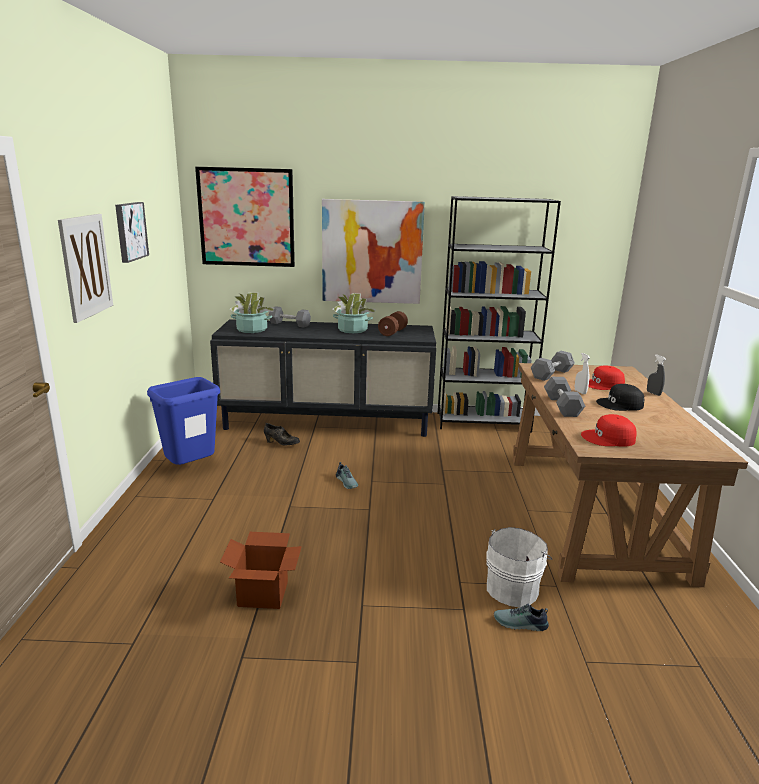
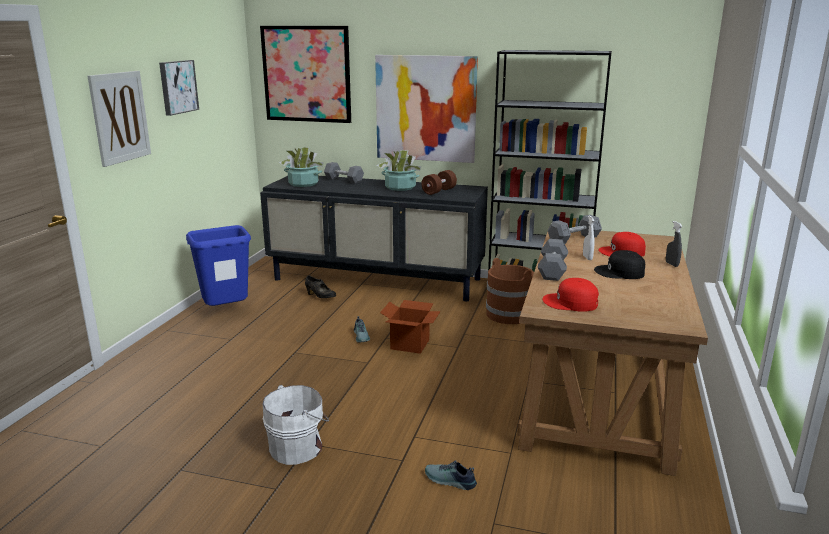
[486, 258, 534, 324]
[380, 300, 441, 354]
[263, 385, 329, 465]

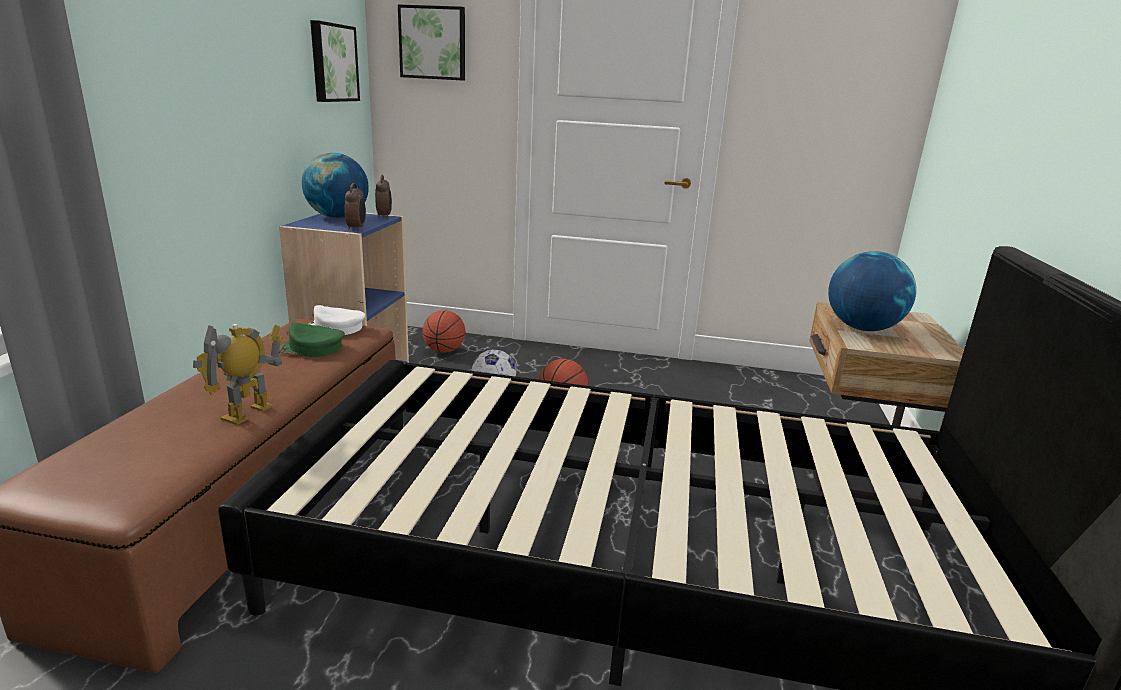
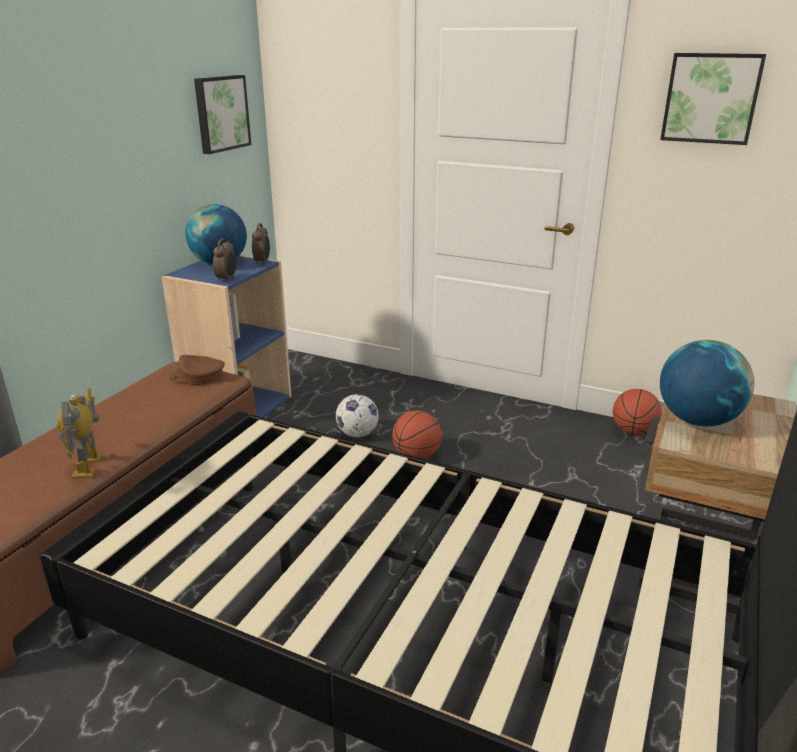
[279, 323, 345, 357] (first image)
[660, 53, 766, 145]
[613, 389, 662, 435]
[169, 355, 225, 385]
[57, 388, 102, 478]

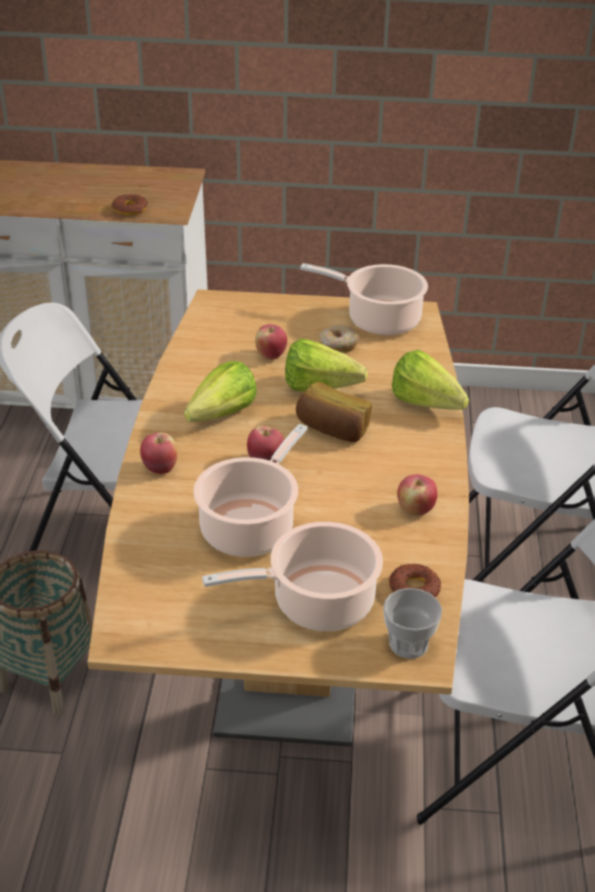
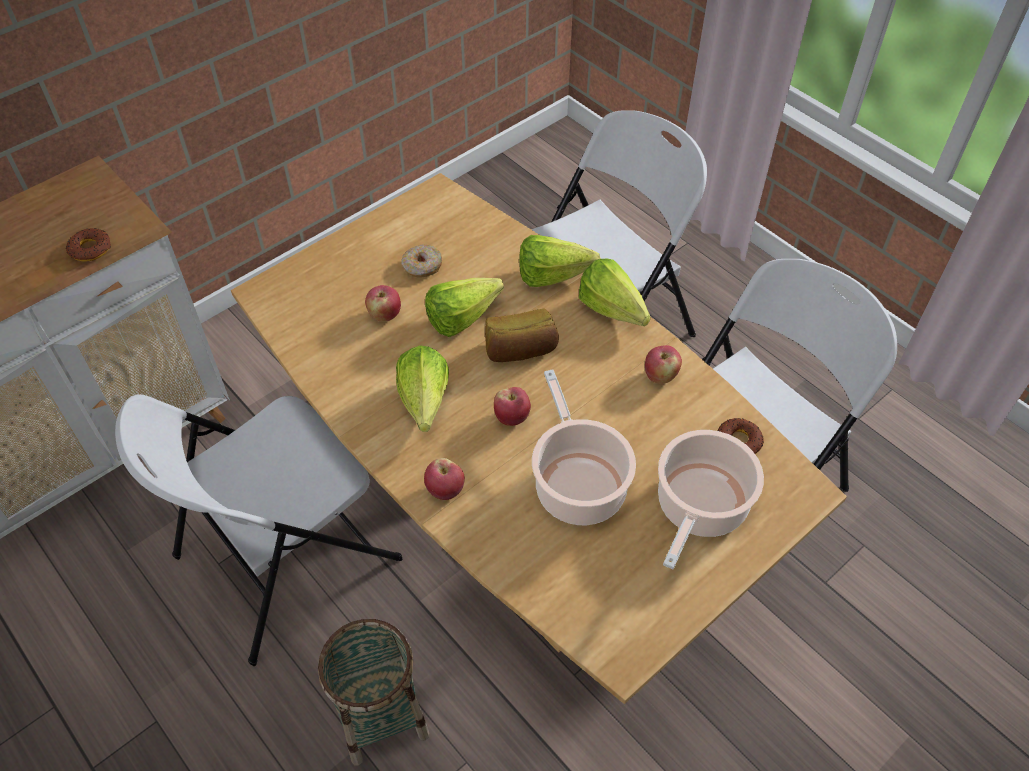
[300, 263, 428, 336] (first image)
[383, 588, 442, 659] (first image)
[579, 259, 650, 326]

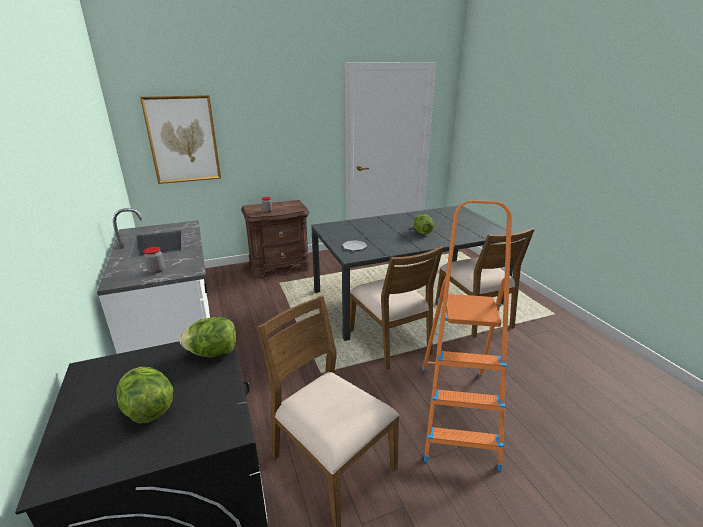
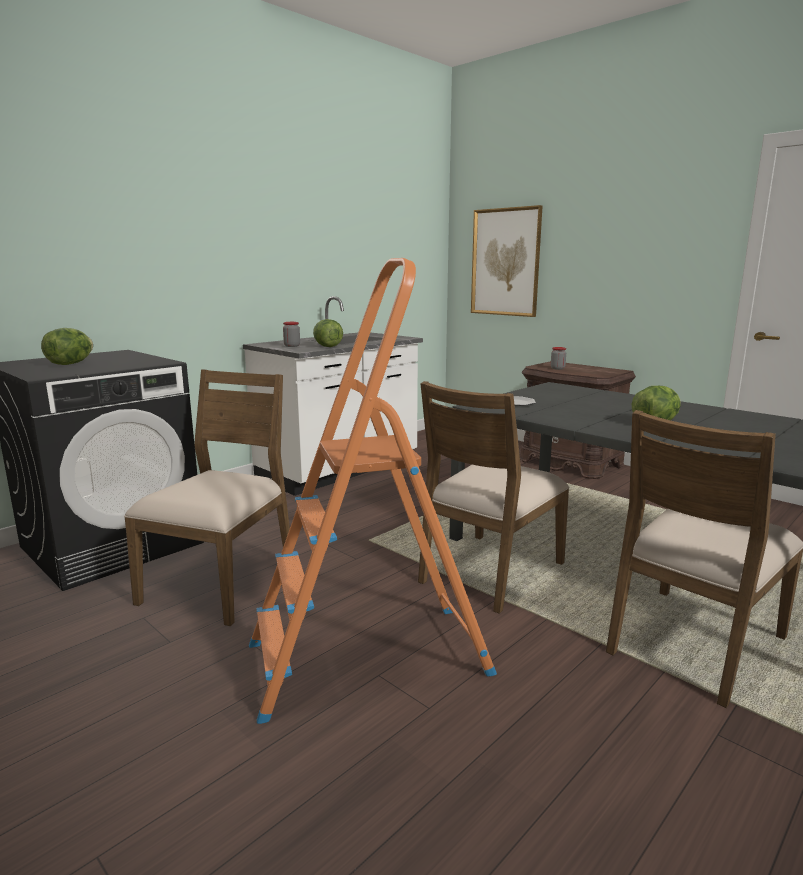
[313, 319, 343, 347]

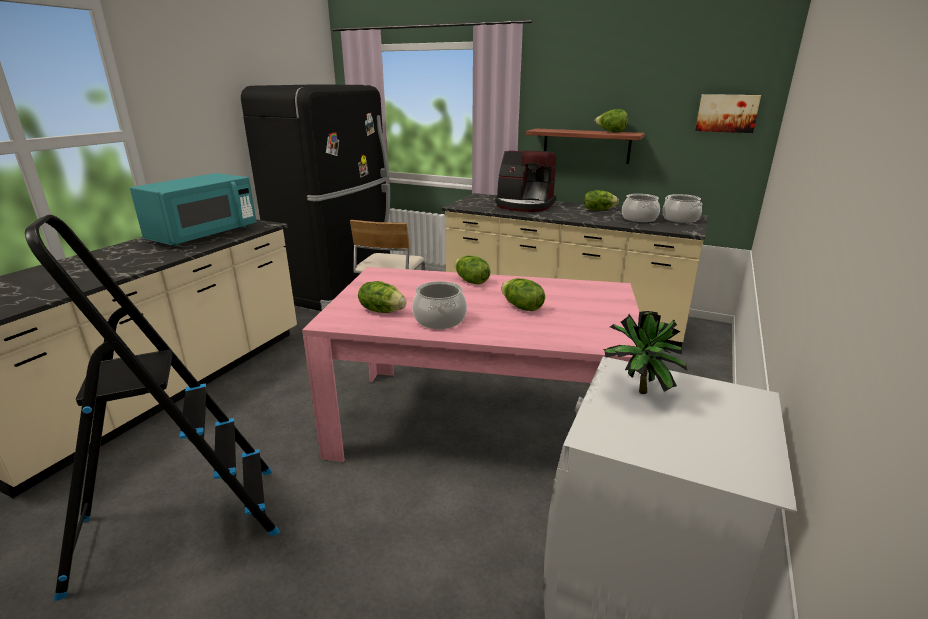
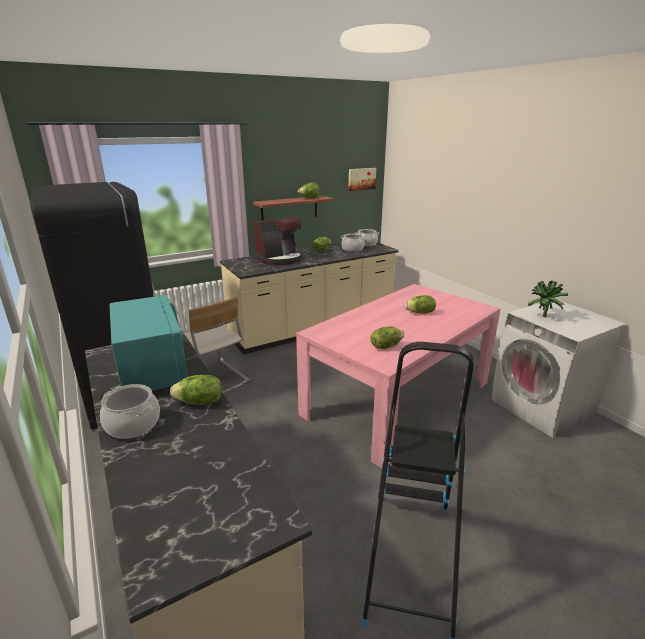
[100, 384, 160, 439]
[170, 375, 222, 405]

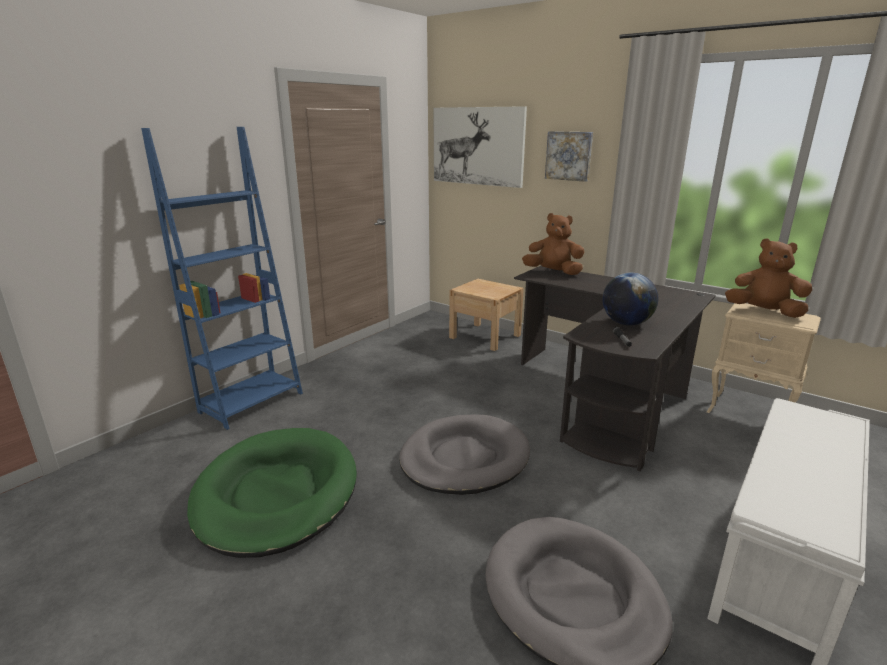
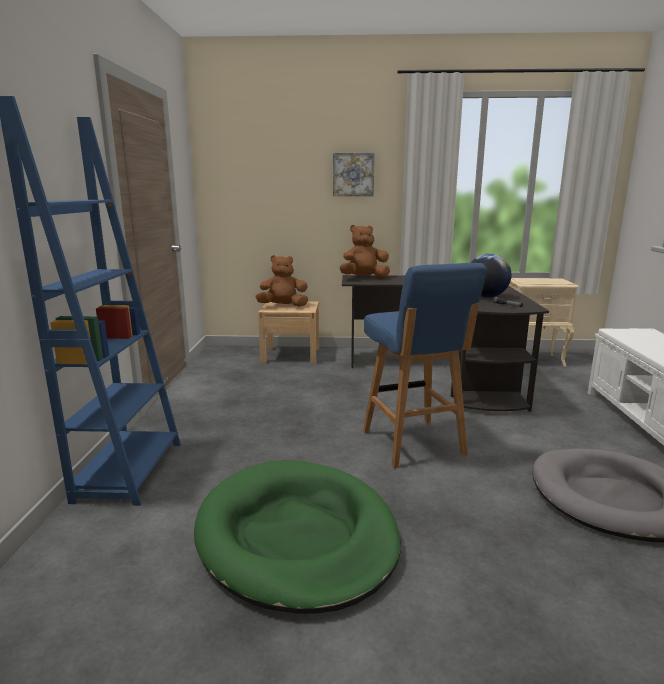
[433, 106, 527, 188] (first image)
[255, 255, 308, 307]
[363, 263, 487, 469]

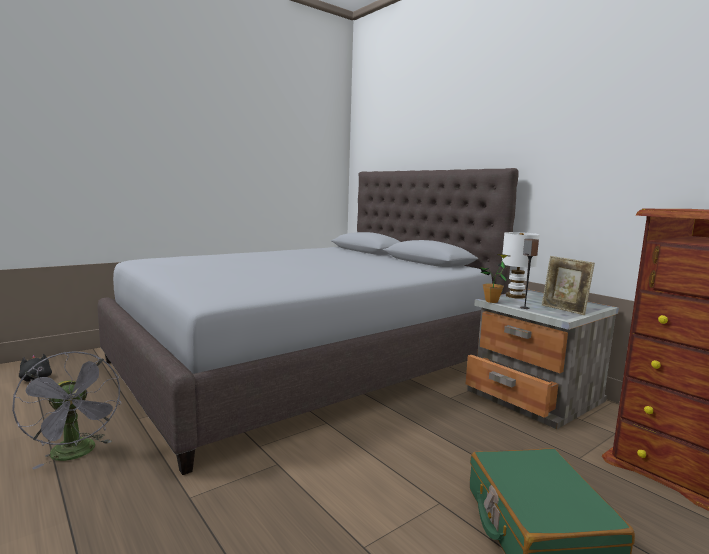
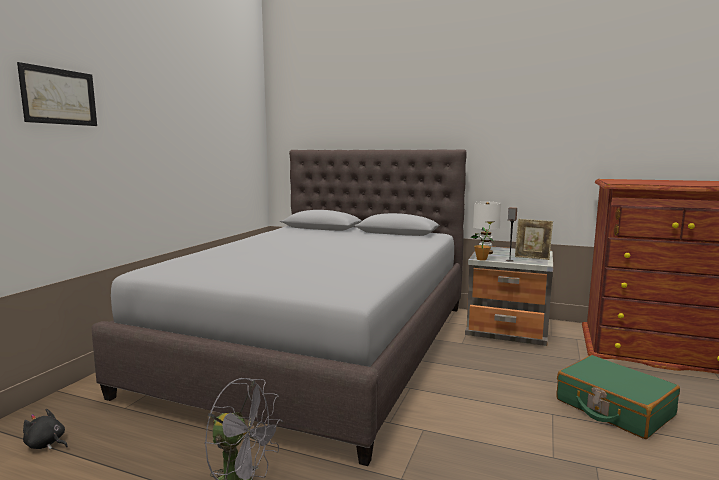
[17, 62, 97, 126]

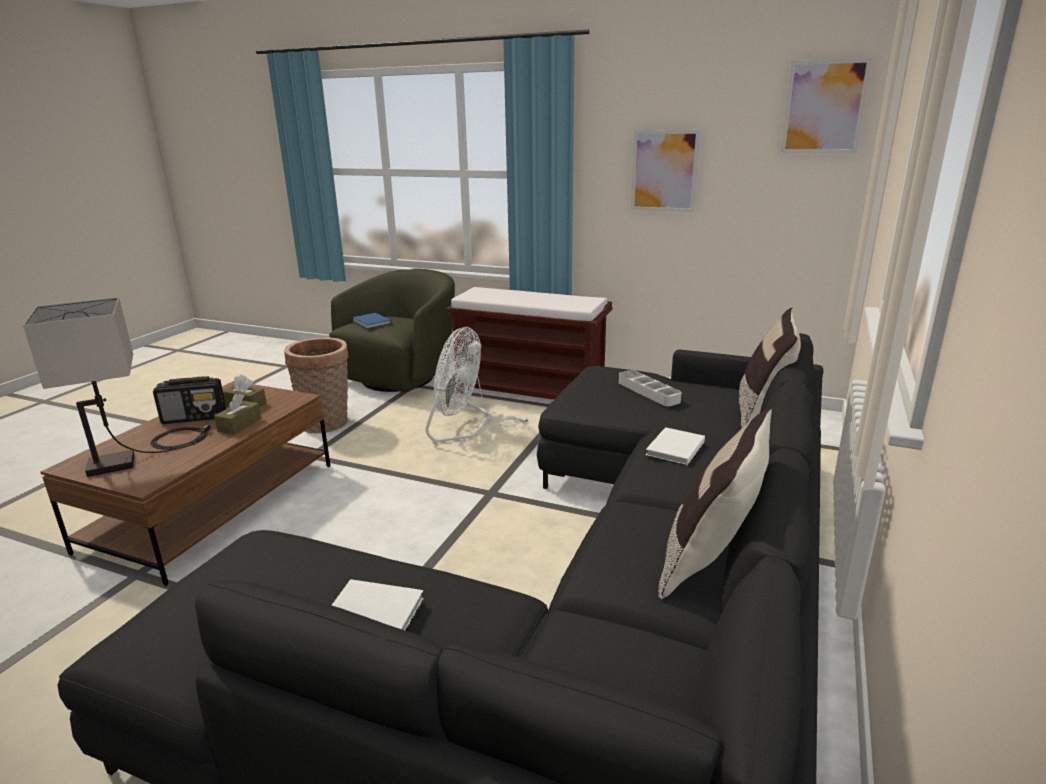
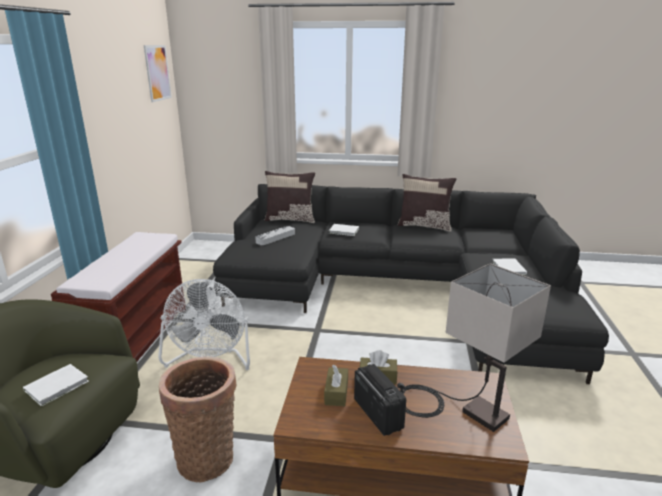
[631, 130, 700, 212] (first image)
[23, 364, 89, 407]

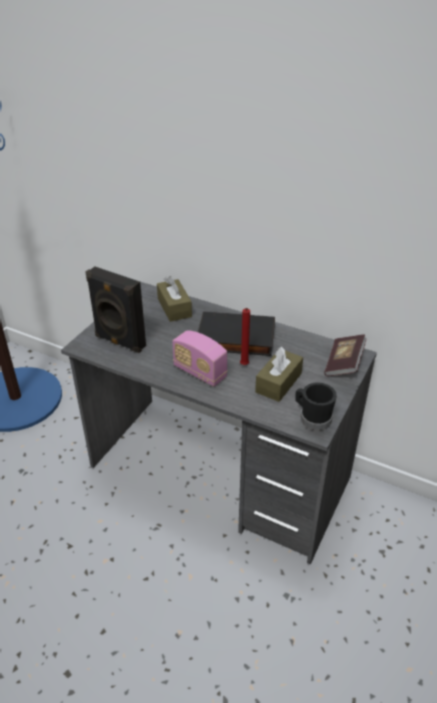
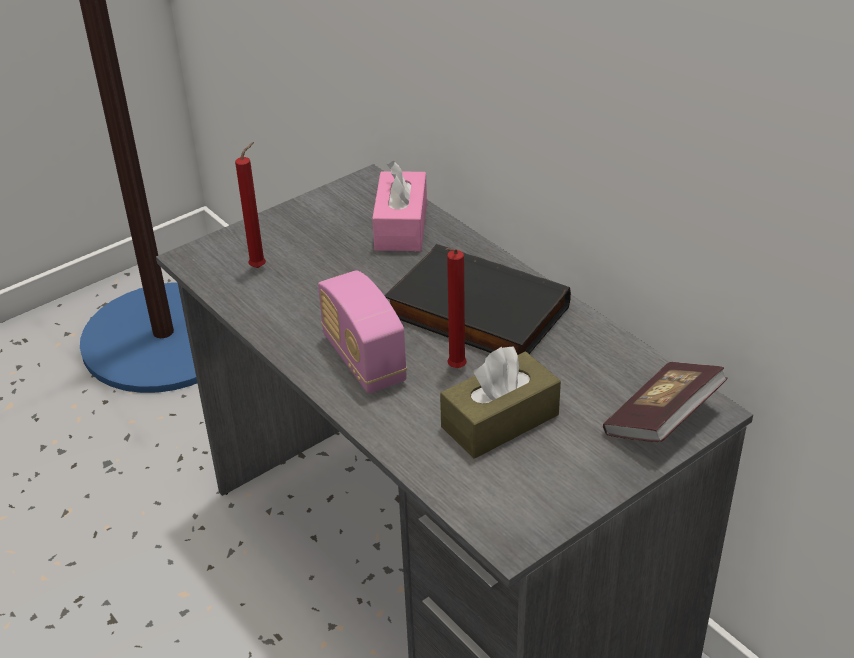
[295, 382, 337, 431] (first image)
[235, 142, 266, 268]
[372, 161, 427, 251]

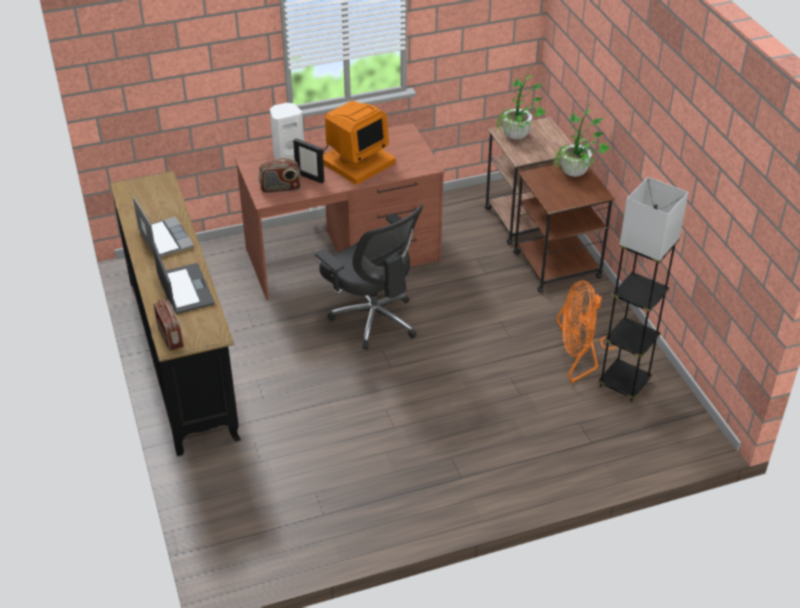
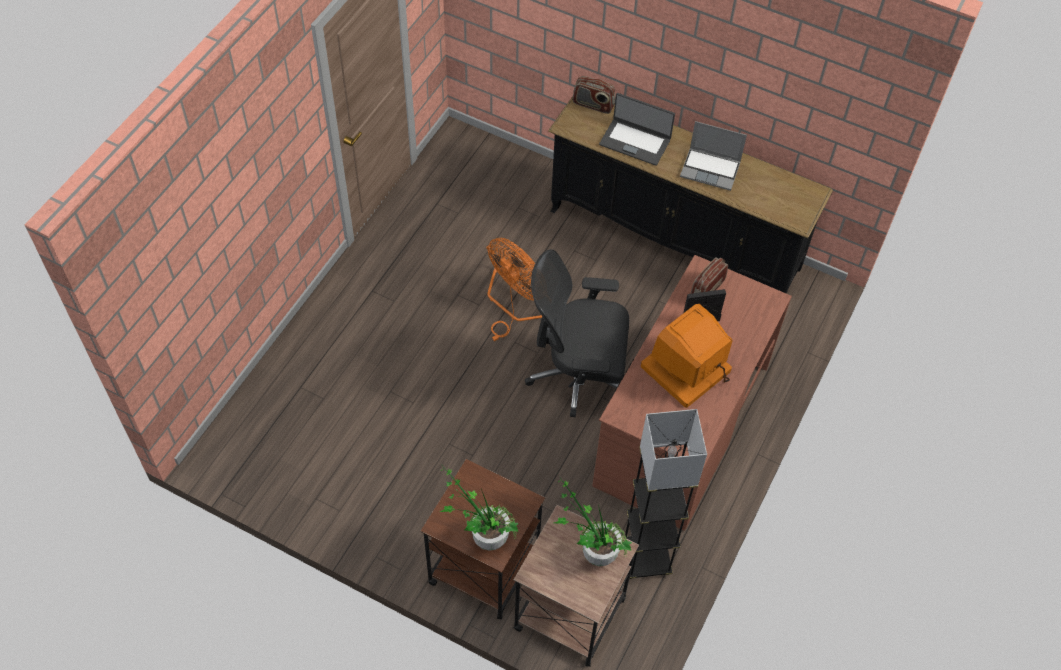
[270, 103, 304, 161] (first image)
[486, 238, 542, 341]
[625, 409, 707, 579]
[641, 304, 733, 408]

